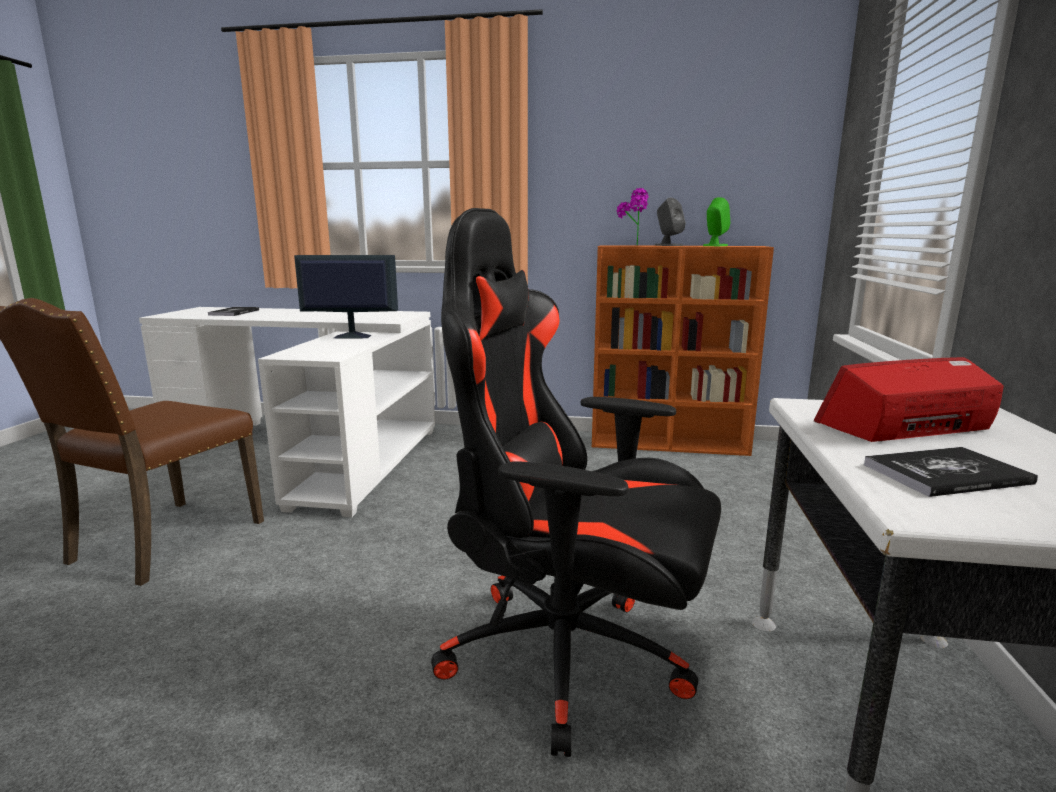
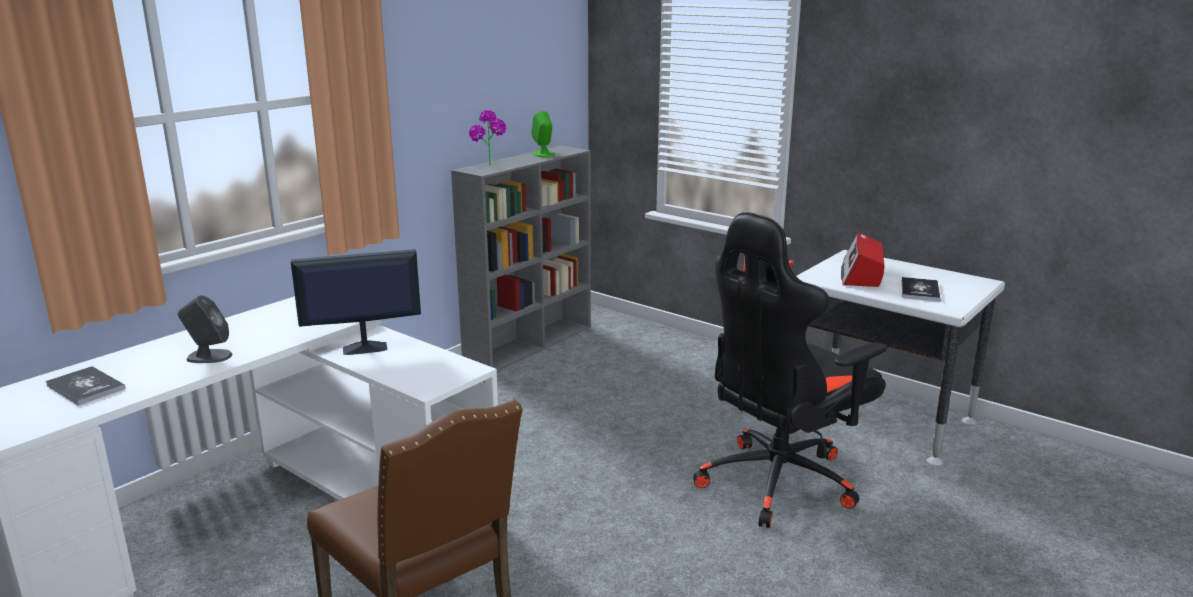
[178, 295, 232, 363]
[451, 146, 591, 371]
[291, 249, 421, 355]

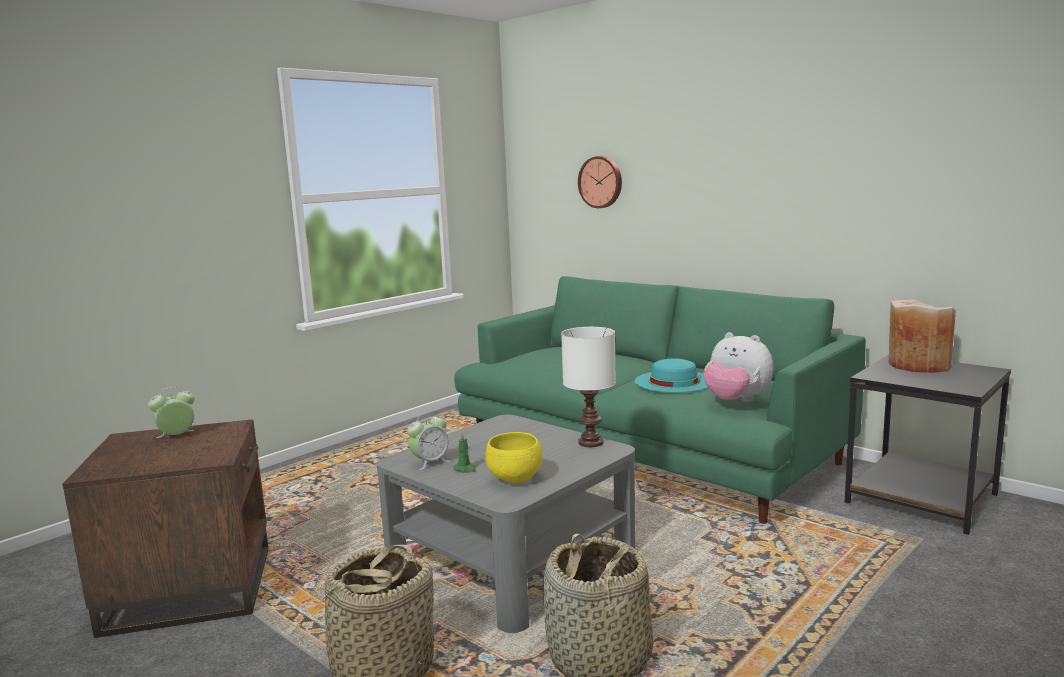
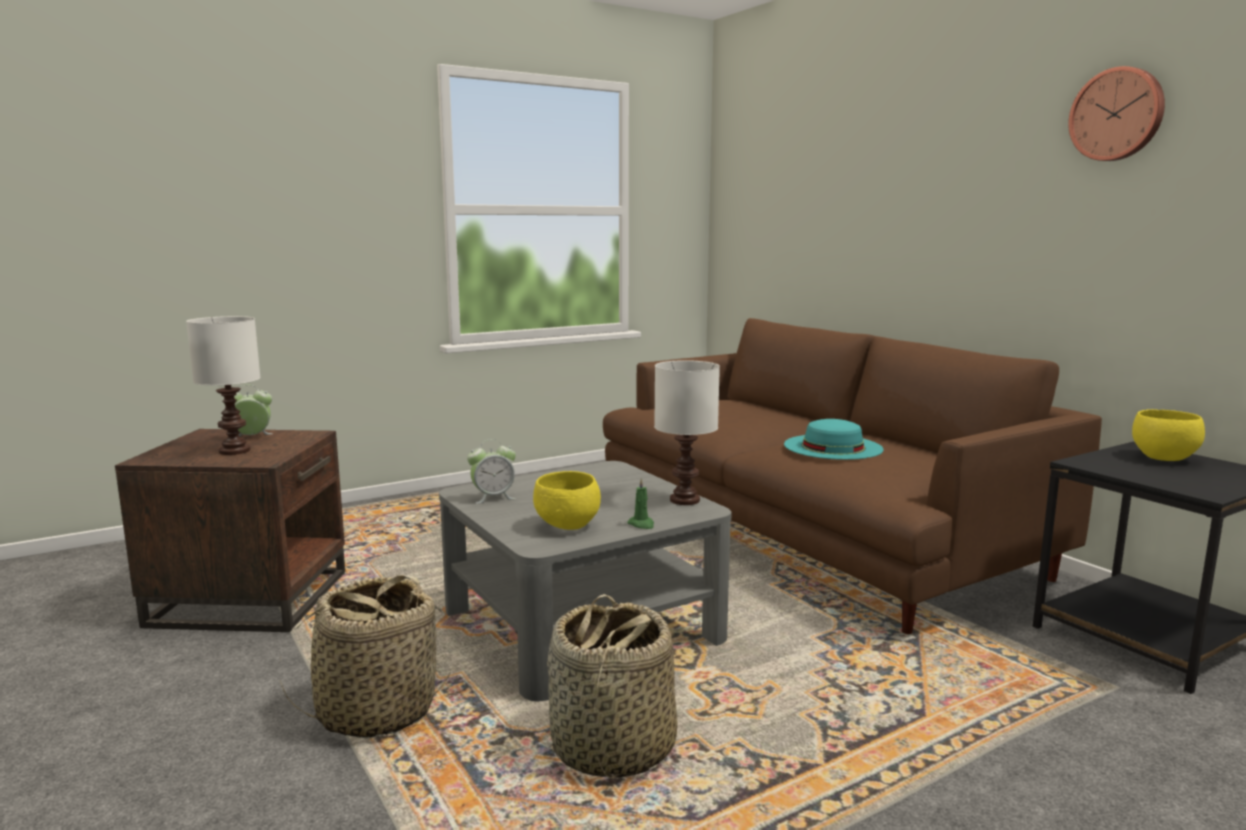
[703, 332, 773, 402] (first image)
[186, 316, 261, 455]
[627, 478, 654, 529]
[1068, 66, 1165, 161]
[1132, 409, 1205, 461]
[603, 318, 1102, 634]

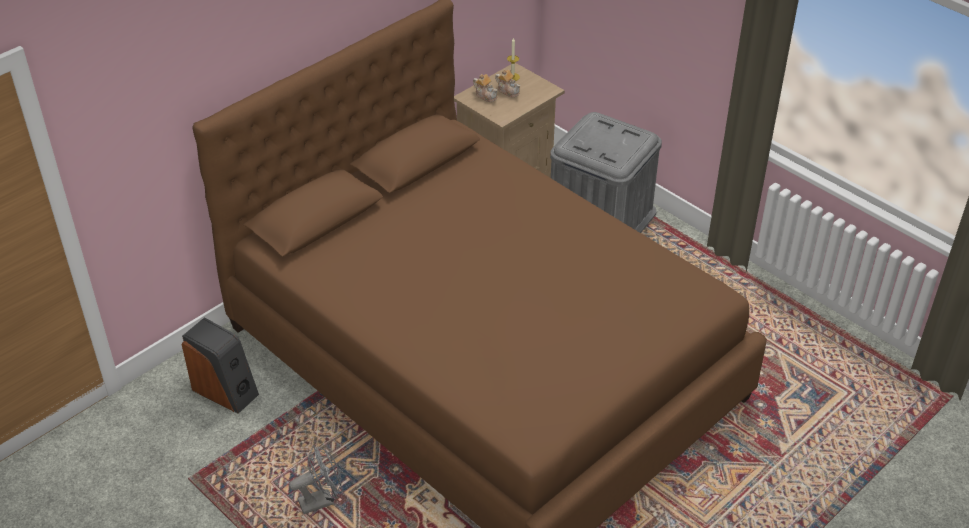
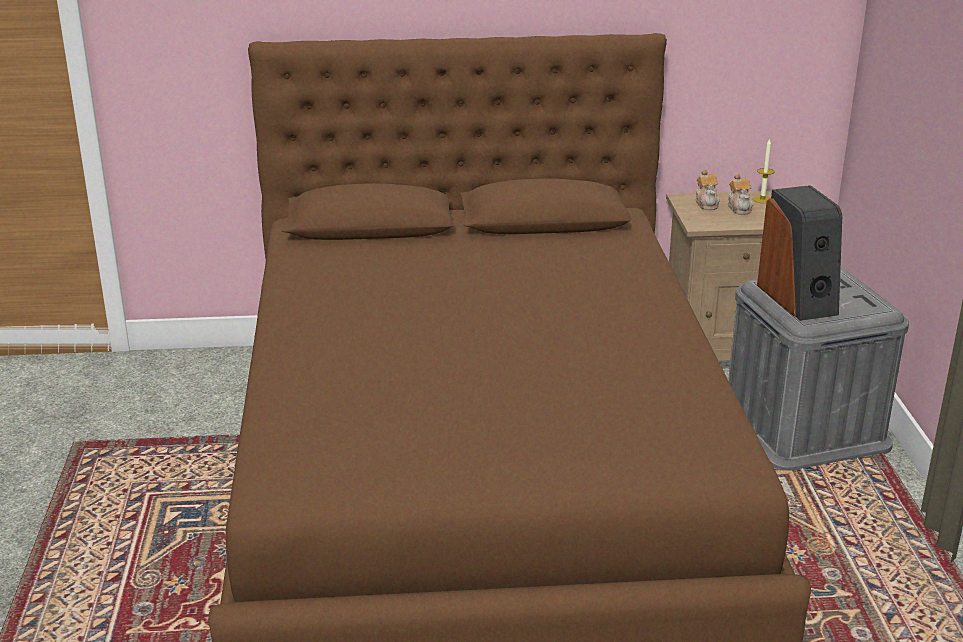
[289, 445, 341, 514] (first image)
[757, 185, 842, 321]

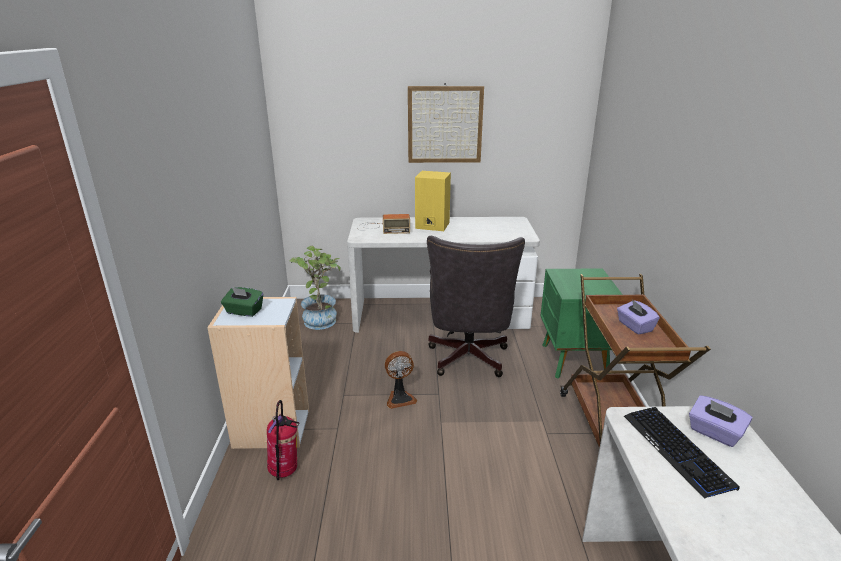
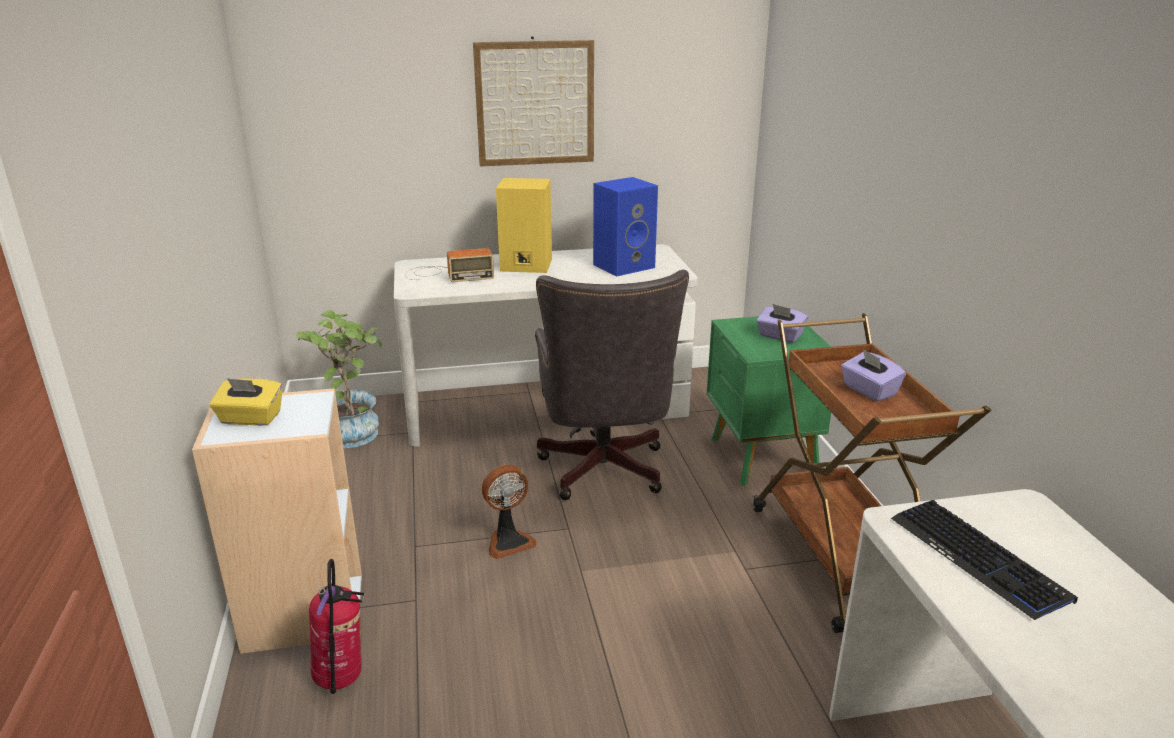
[593, 177, 658, 276]
[757, 304, 808, 343]
[210, 378, 283, 426]

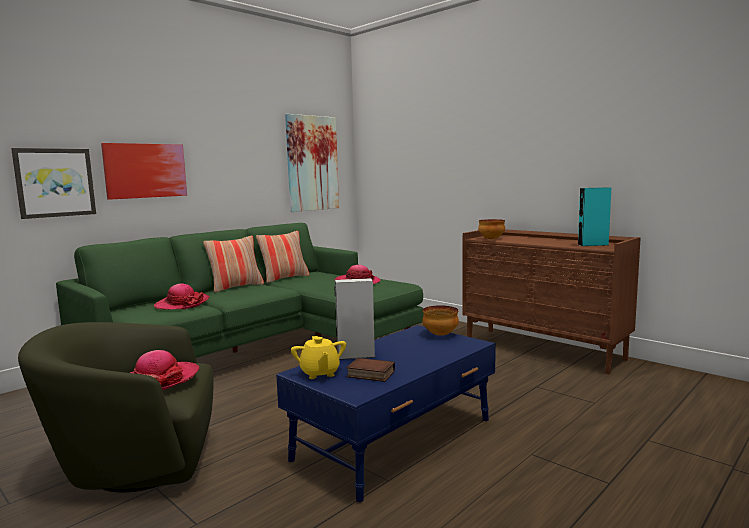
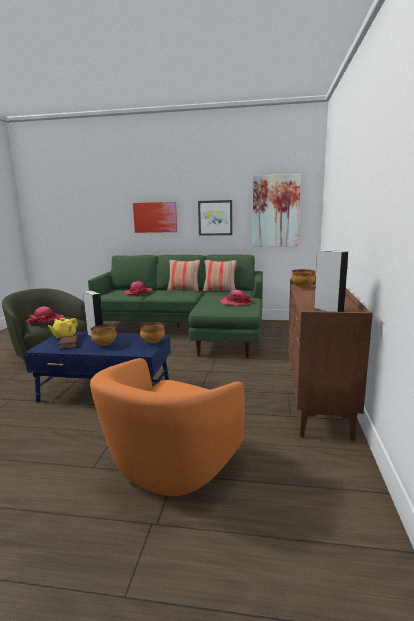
[90, 358, 245, 496]
[91, 324, 117, 346]
[198, 200, 232, 236]
[314, 250, 348, 312]

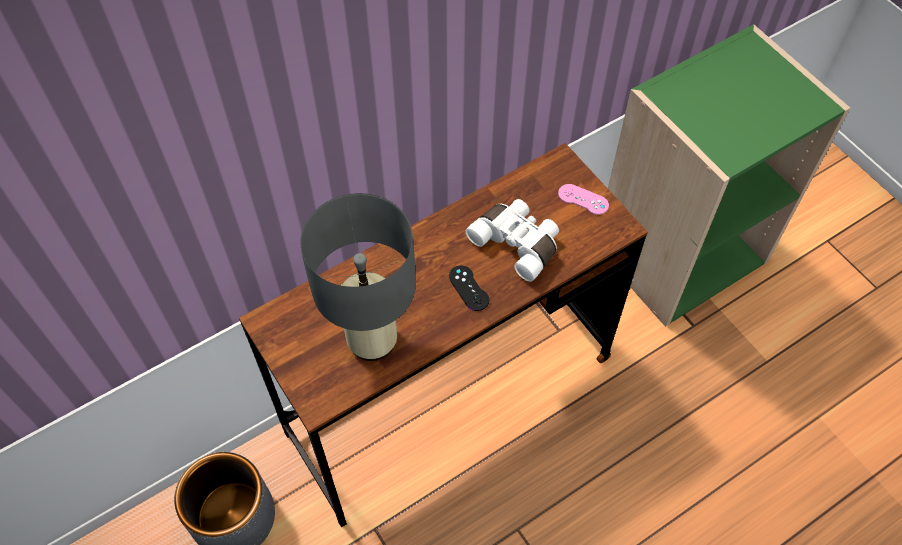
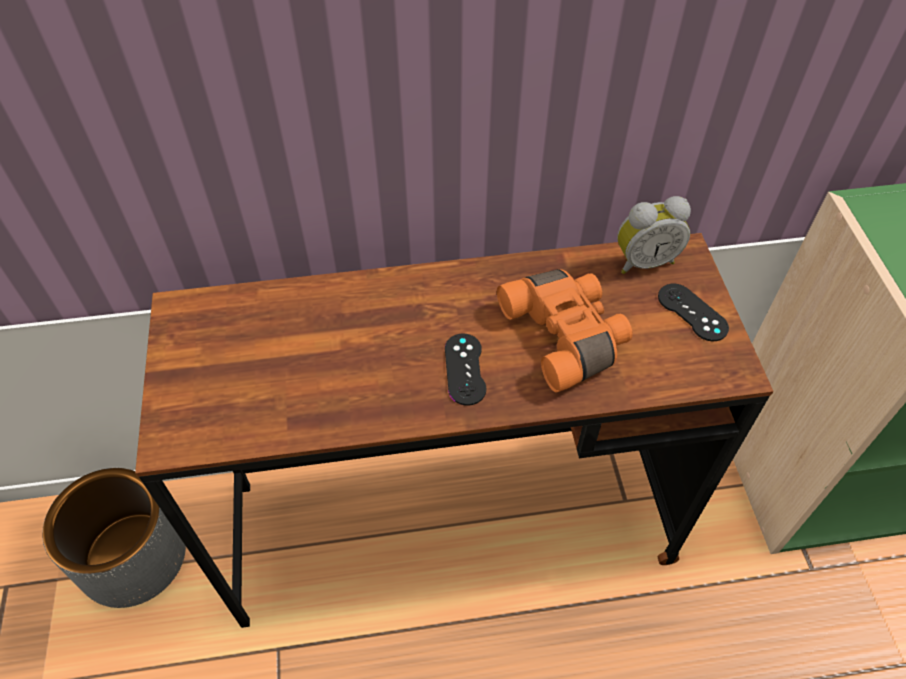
[300, 193, 416, 361] (first image)
[617, 196, 691, 274]
[497, 269, 633, 393]
[658, 284, 729, 341]

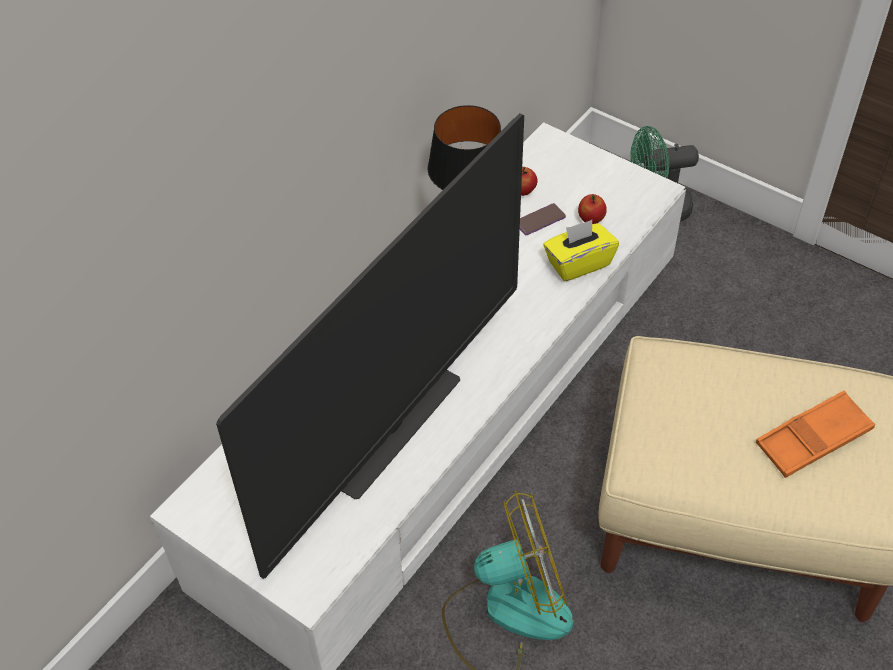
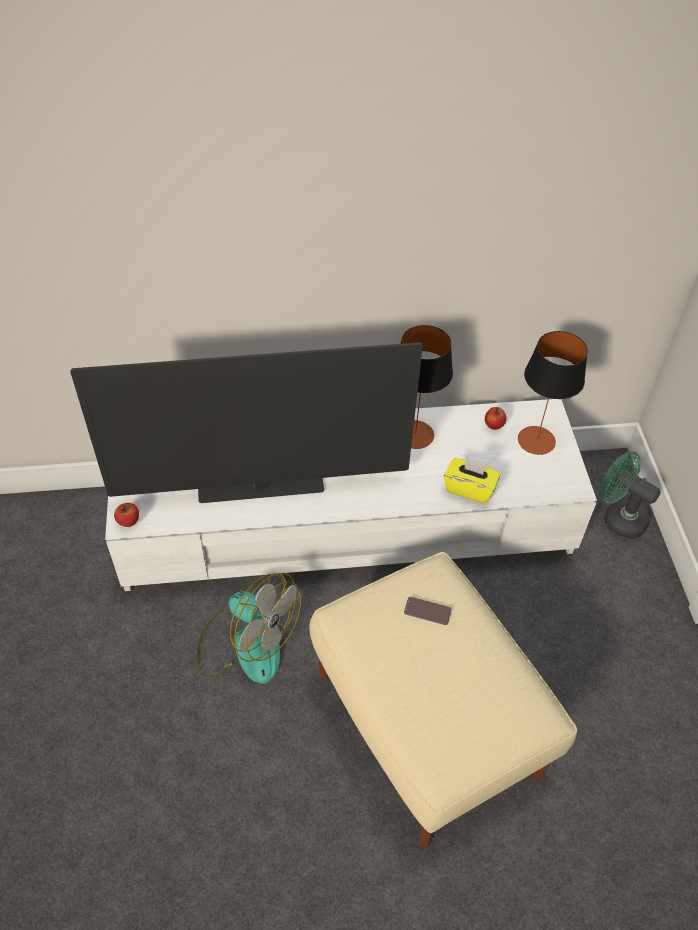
[756, 391, 875, 478] (first image)
[518, 331, 588, 455]
[404, 597, 452, 625]
[114, 503, 139, 527]

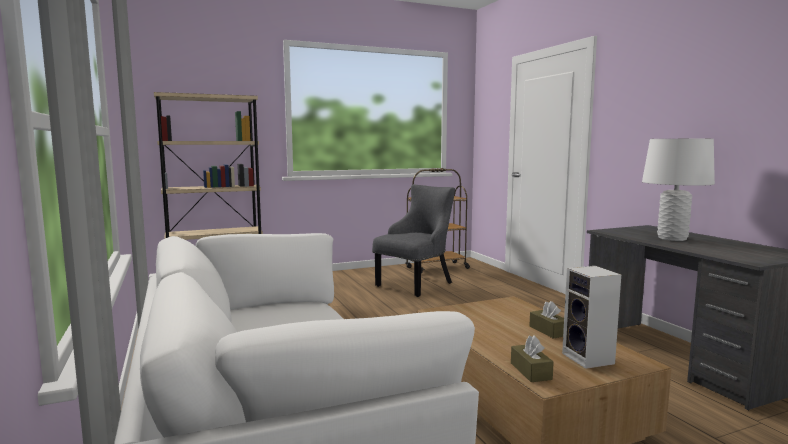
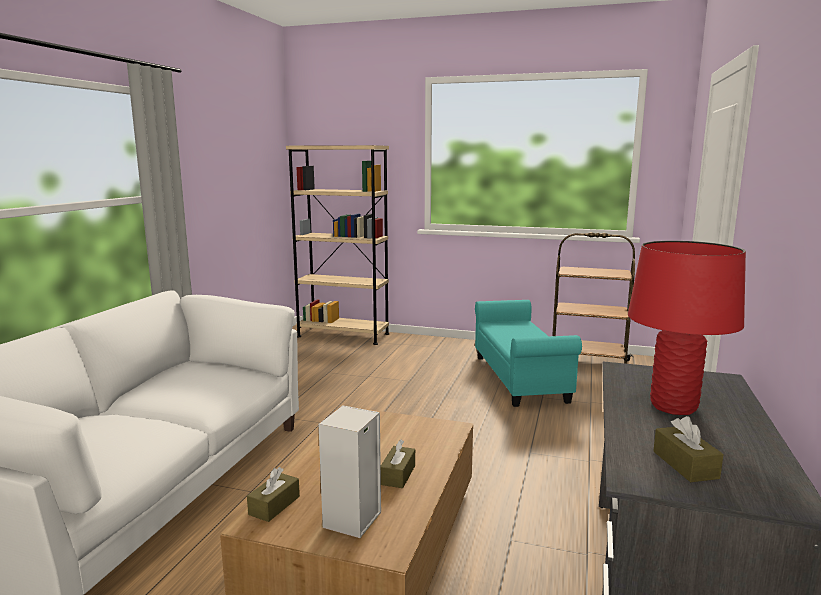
[653, 416, 724, 482]
[475, 300, 582, 407]
[628, 241, 746, 415]

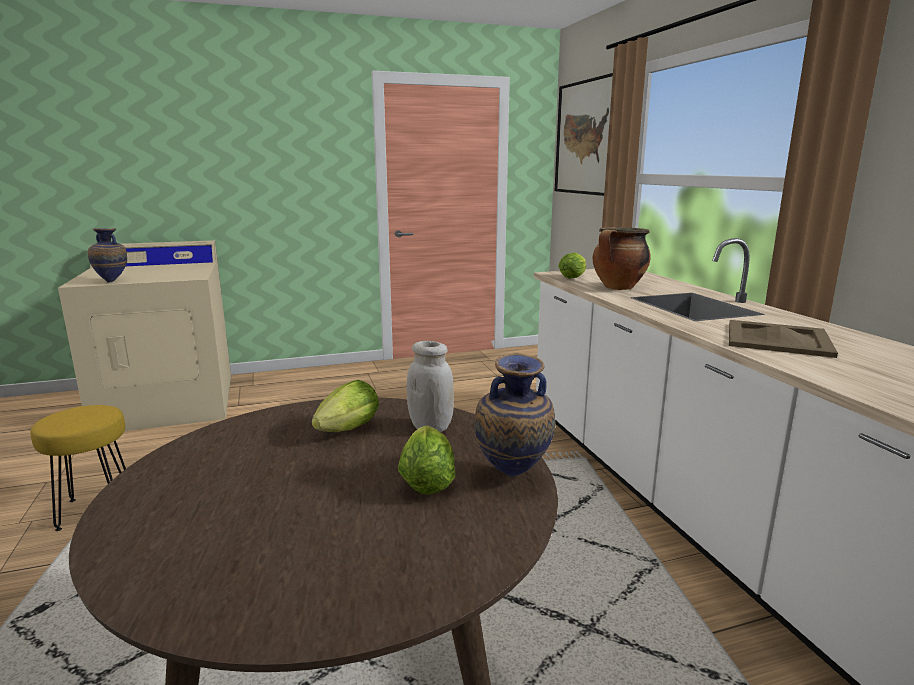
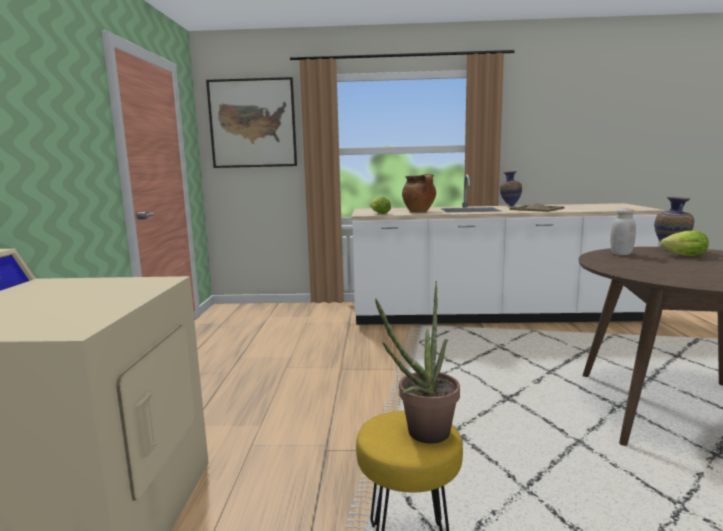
[312, 380, 379, 432] (first image)
[375, 281, 460, 444]
[500, 171, 522, 206]

